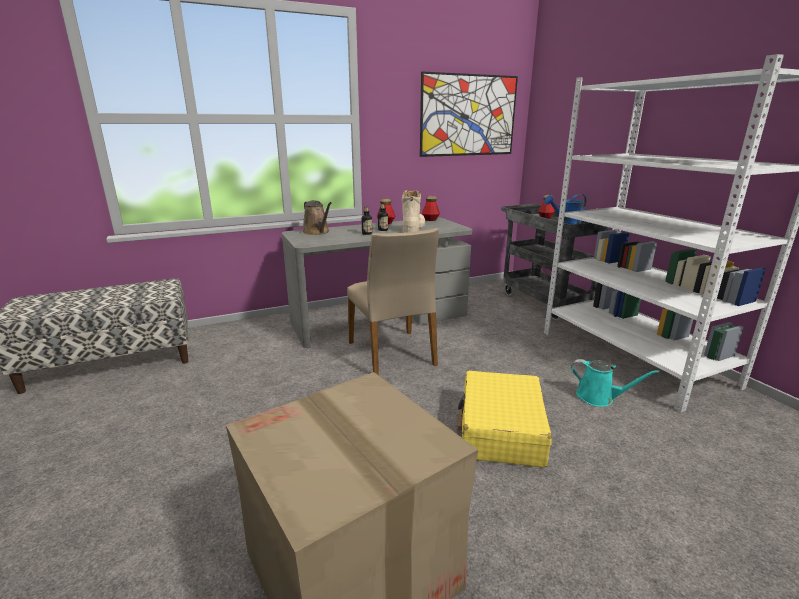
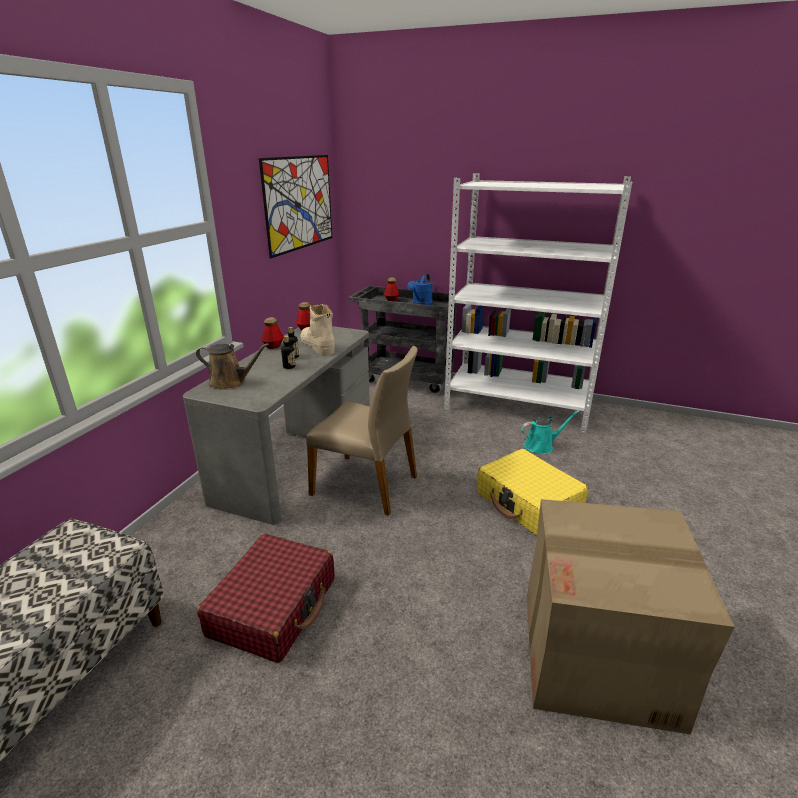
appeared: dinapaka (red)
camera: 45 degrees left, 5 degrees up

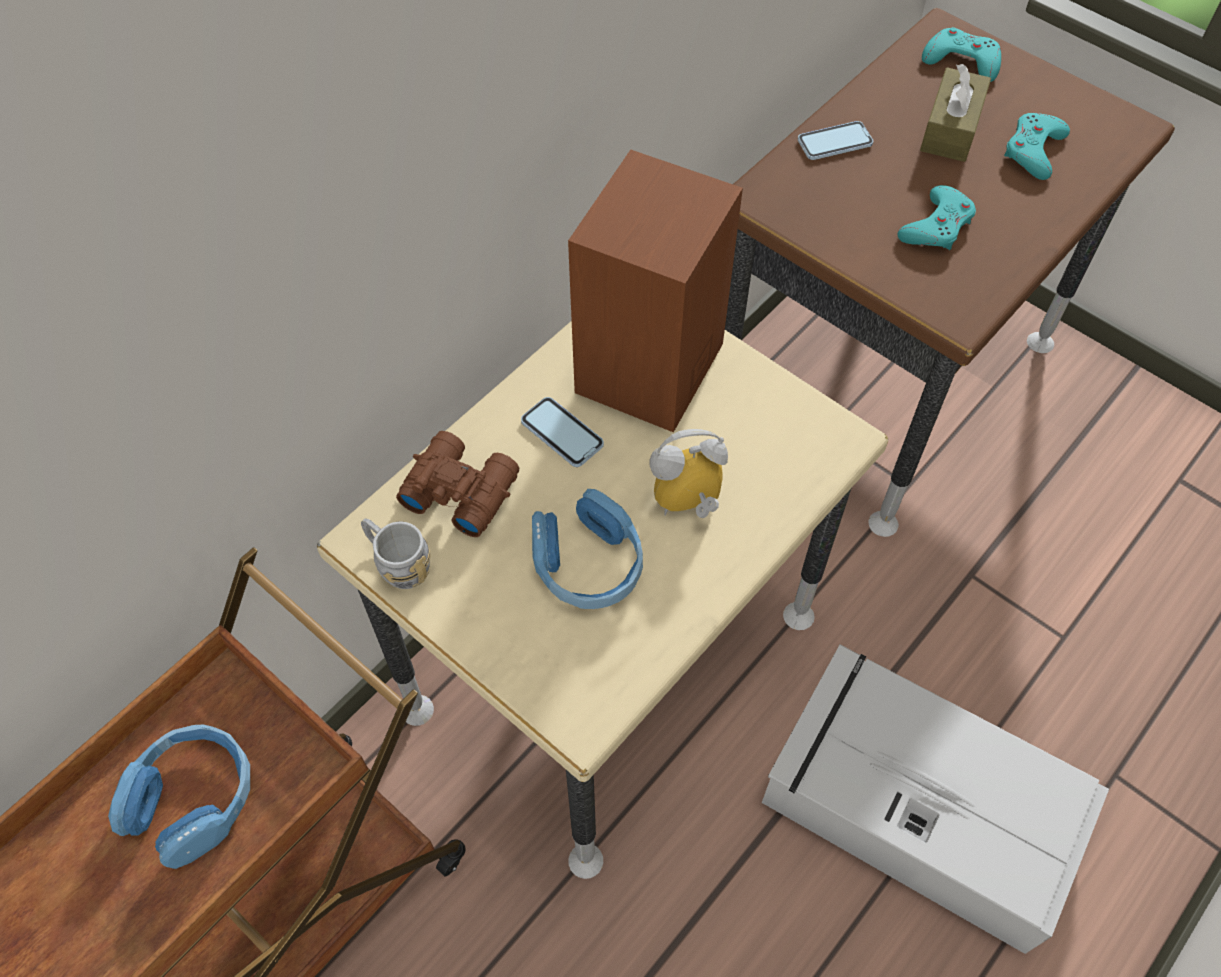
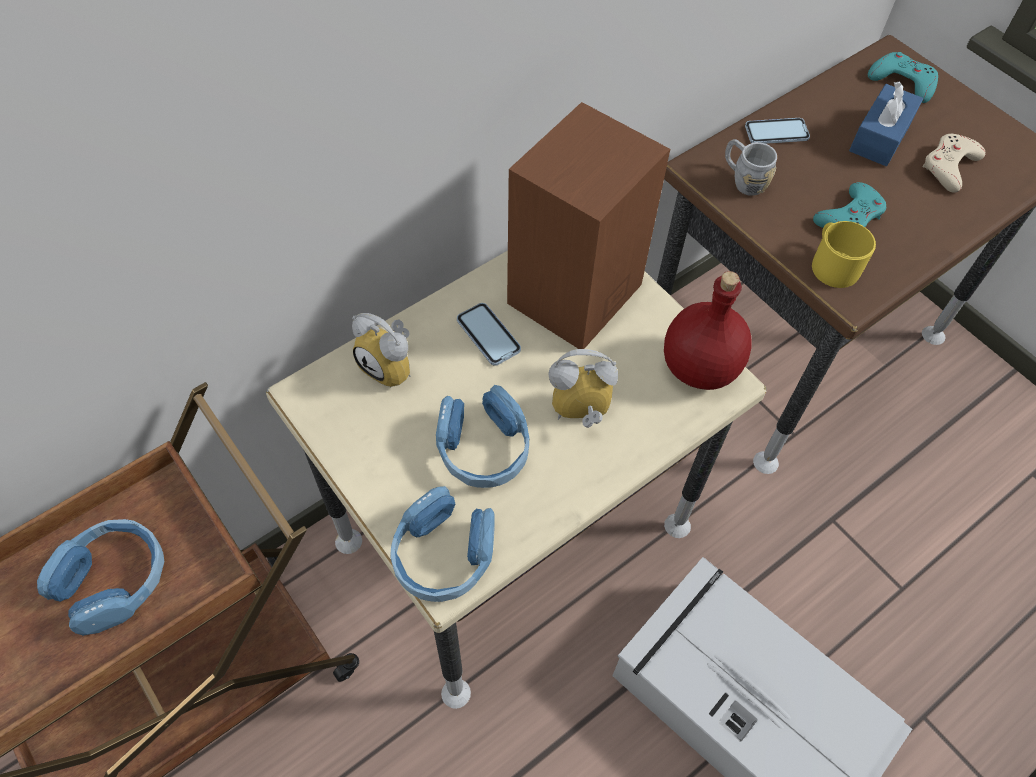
appeared: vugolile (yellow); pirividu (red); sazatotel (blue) (no. 2 from left)
relocated: vugolile (grey)
exchanged: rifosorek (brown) to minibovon (no. 1 from left)
colour: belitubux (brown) to belitubux (blue); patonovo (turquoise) (no. 3 from left) to patonovo (beige)
camera: 10 degrees right, 0 degrees up

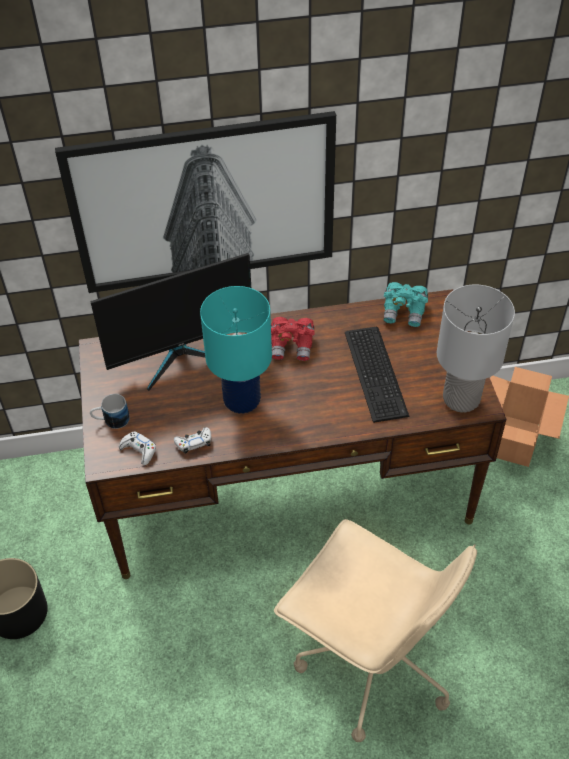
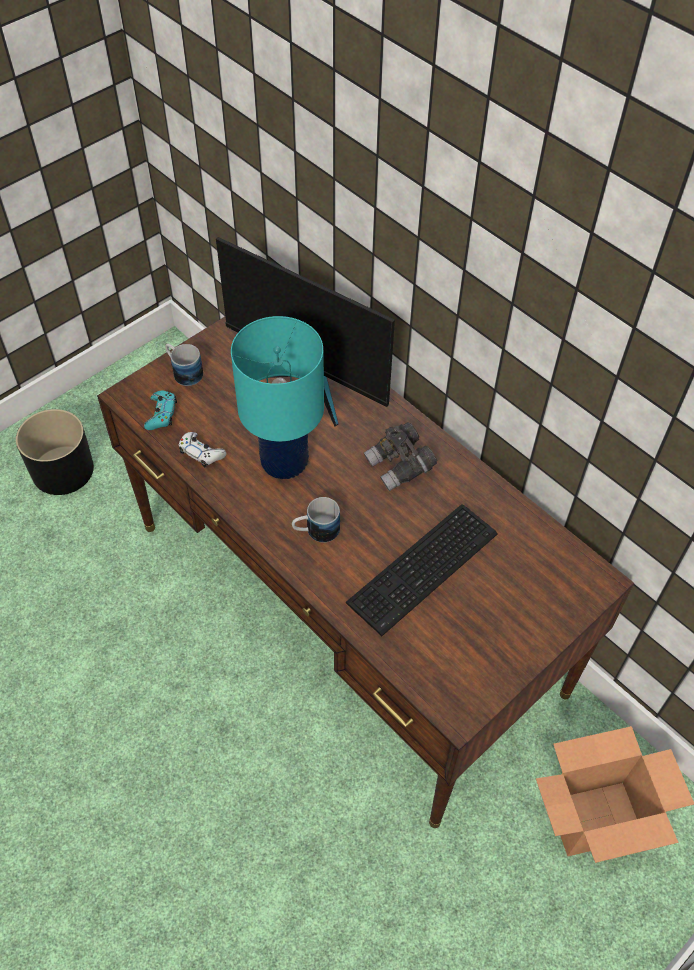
missing: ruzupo; rifosorek (turquoise); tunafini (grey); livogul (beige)
appeared: vugolile (no. 2 from left)
colour: rifosorek (red) to rifosorek (grey); patonovo (white) (no. 1 from left) to patonovo (turquoise)
camera: 55 degrees right, 5 degrees up

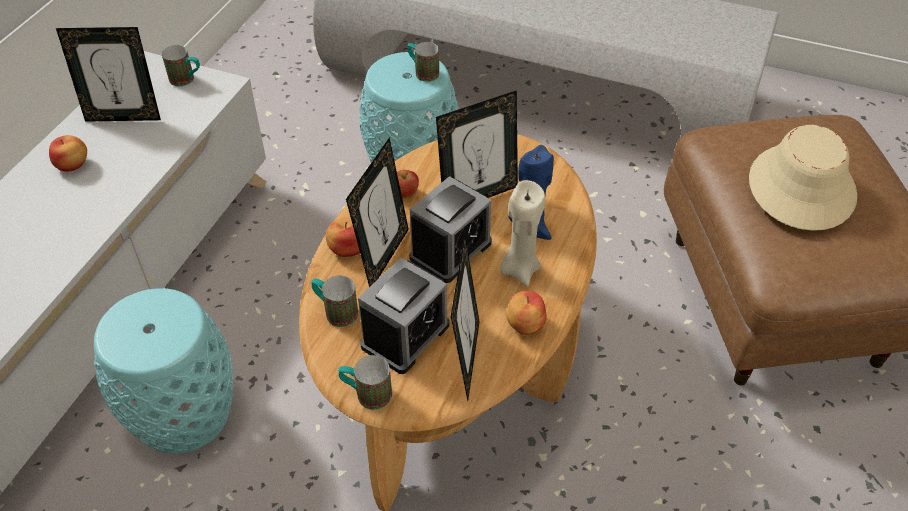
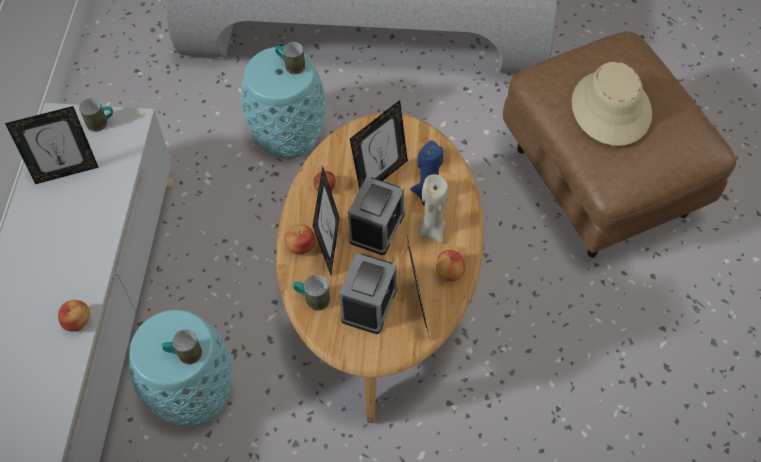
relocated: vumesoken (no. 1 from left); vugolile (no. 3 from left in the first image) to vugolile (no. 2 from left)
camera: 15 degrees left, 10 degrees up

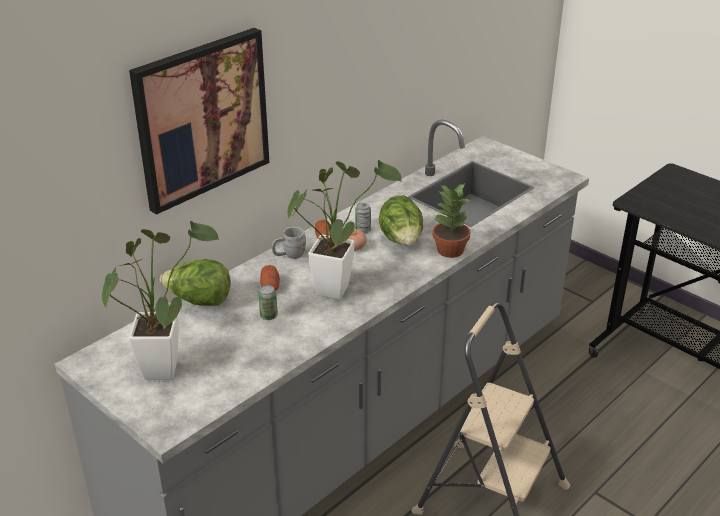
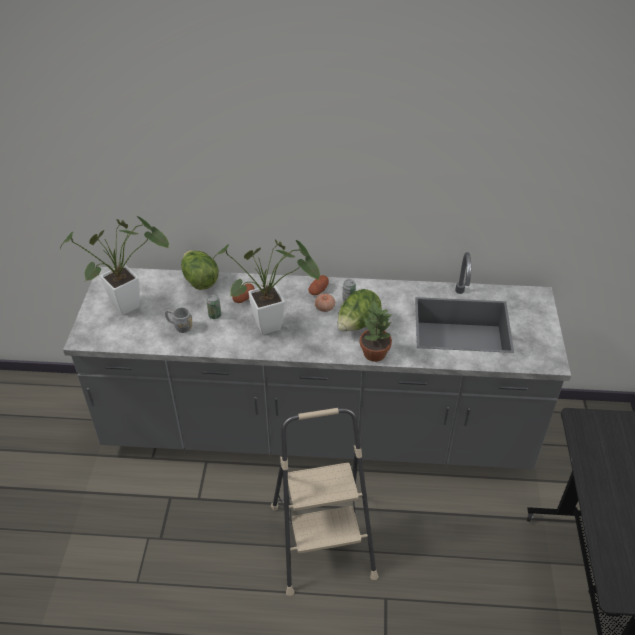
missing: ruzupo
relocated: vugolile (grey)
camera: 50 degrees right, 10 degrees up

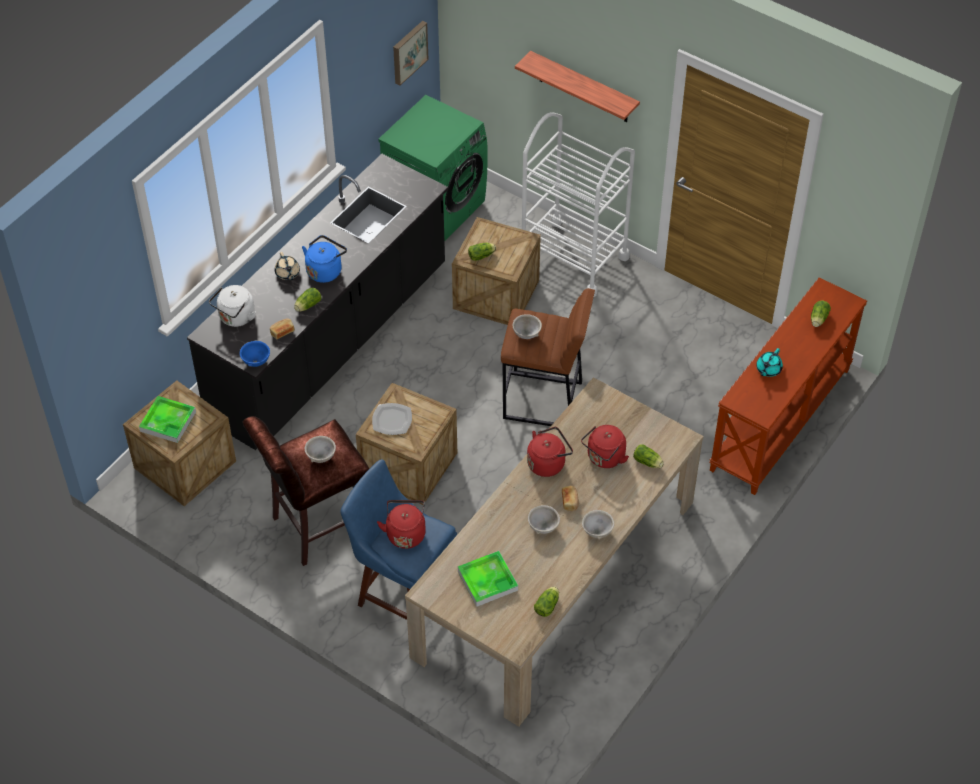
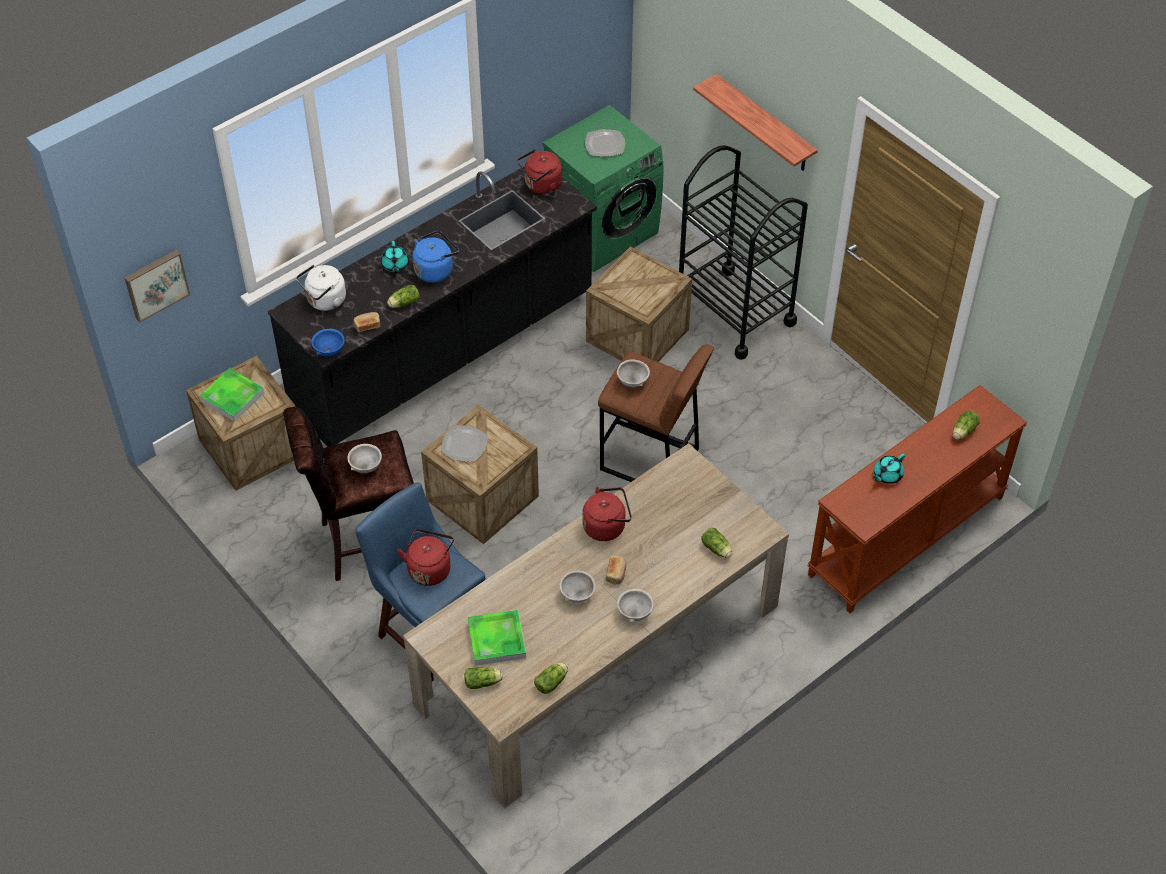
appeared: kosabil (no. 2 from left)
relocated: ruzupo; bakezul (no. 2 from left); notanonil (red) (no. 3 from left in the first image) to notanonil (red) (no. 2 from left)
colour: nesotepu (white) to nesotepu (black); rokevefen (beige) to rokevefen (turquoise) (no. 1 from left)
camera: 15 degrees right, 0 degrees up

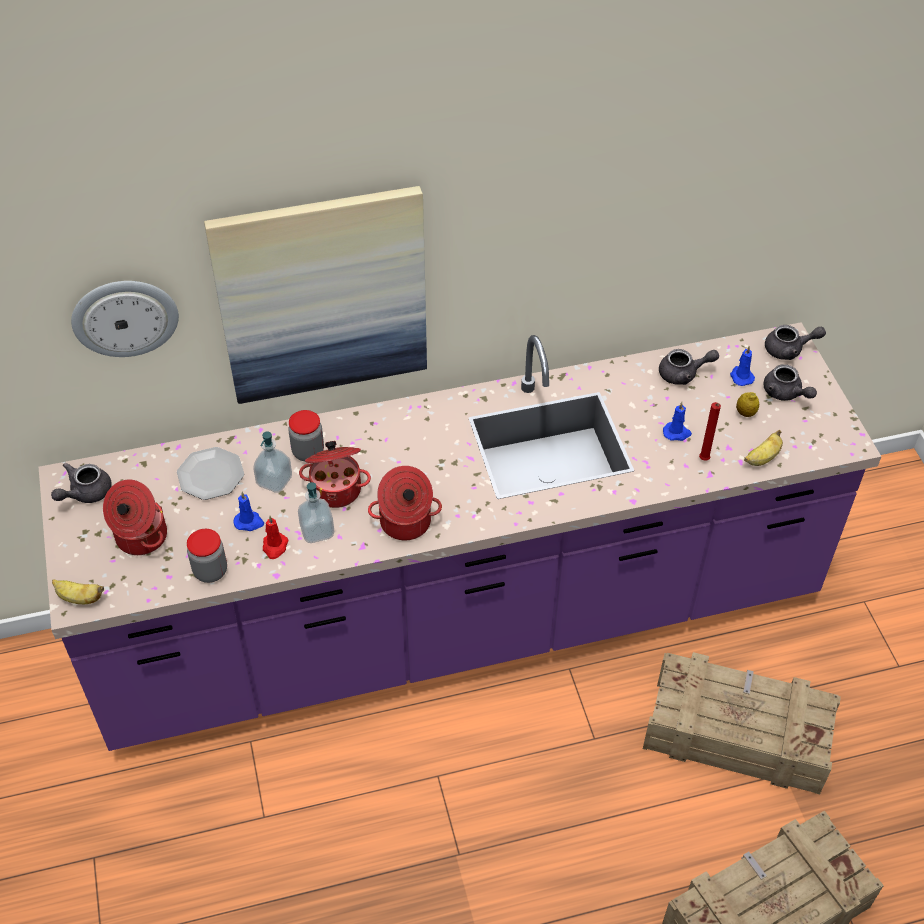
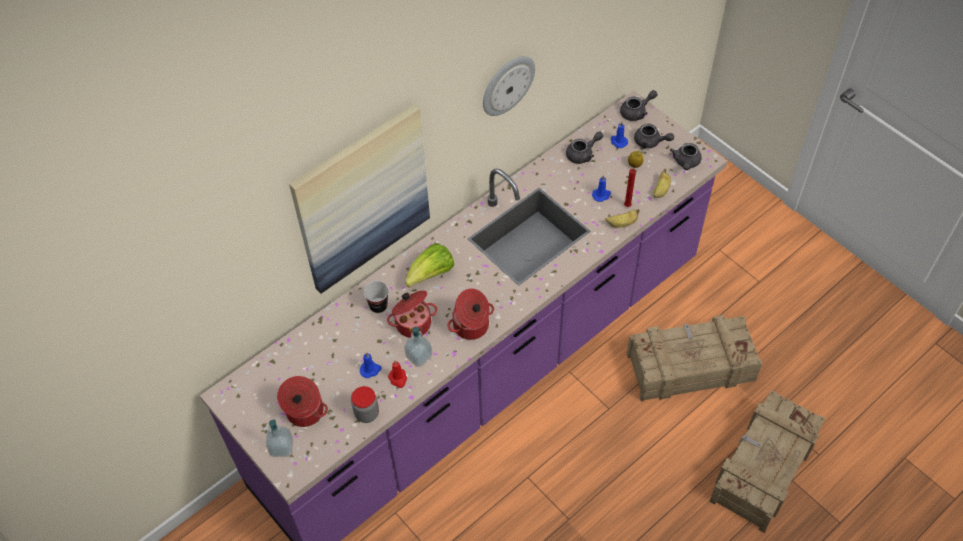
missing: kosabil
appeared: bakezul
relocated: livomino; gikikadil (no. 1 from left); rokevefen (grey) (no. 1 from left in the first image) to rokevefen (grey) (no. 4 from left); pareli (no. 1 from left)
exchanged: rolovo (no. 2 from left) to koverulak
camera: 25 degrees left, 5 degrees up

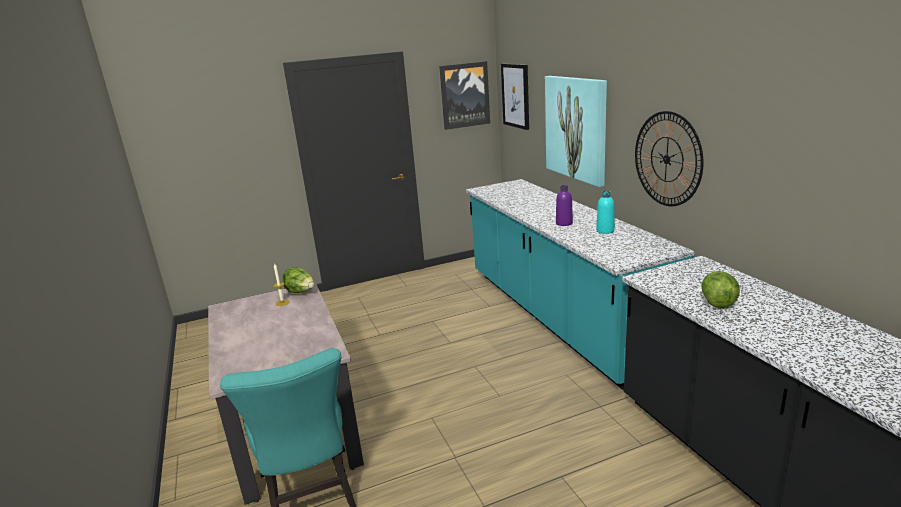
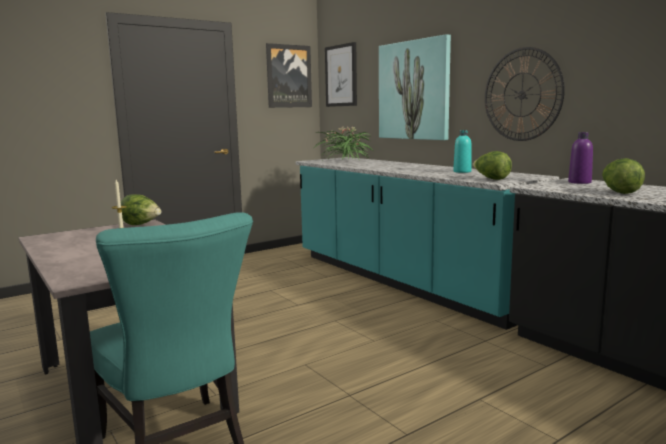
appeared: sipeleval; bakezul (no. 2 from left)
relocated: pirividu (purple)
camera: 15 degrees left, 10 degrees down

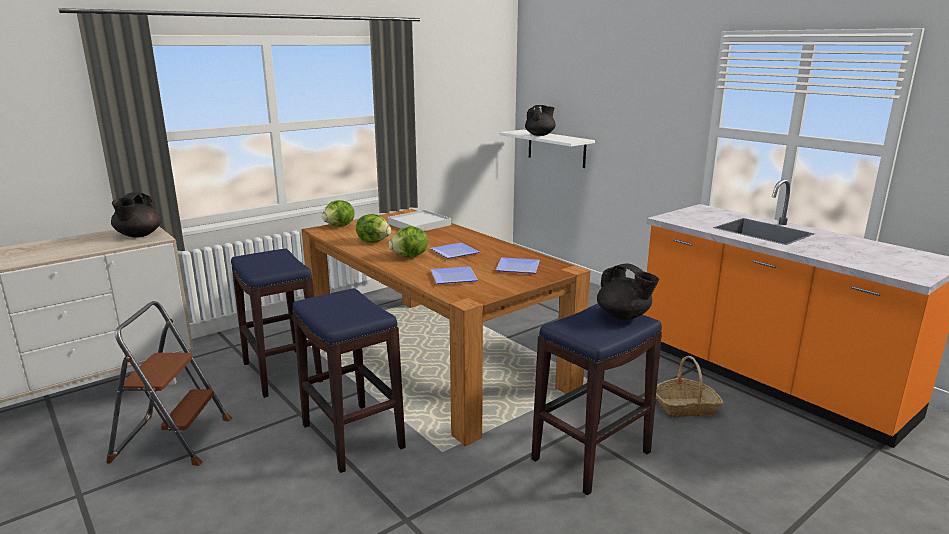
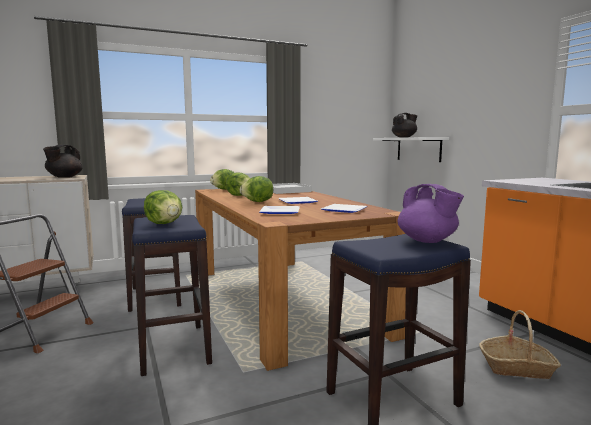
appeared: bakezul (no. 1 from left)
colour: rokevefen (black) (no. 3 from left) to rokevefen (purple)
camera: 15 degrees right, 10 degrees down

